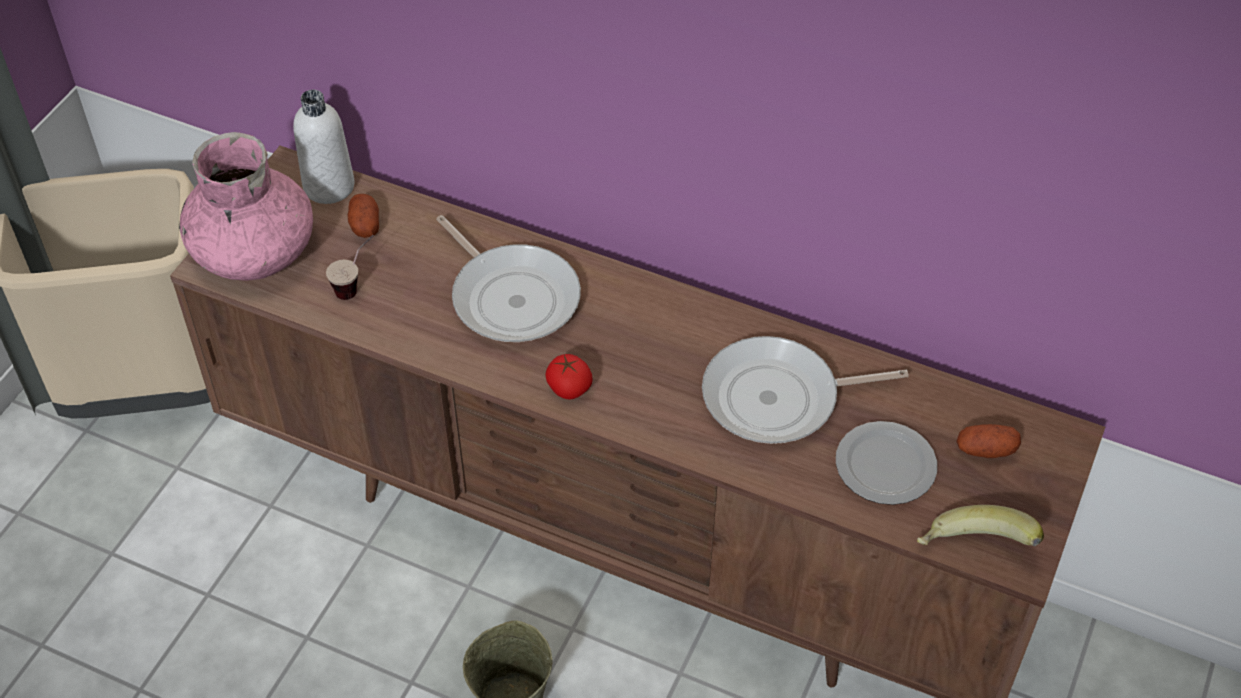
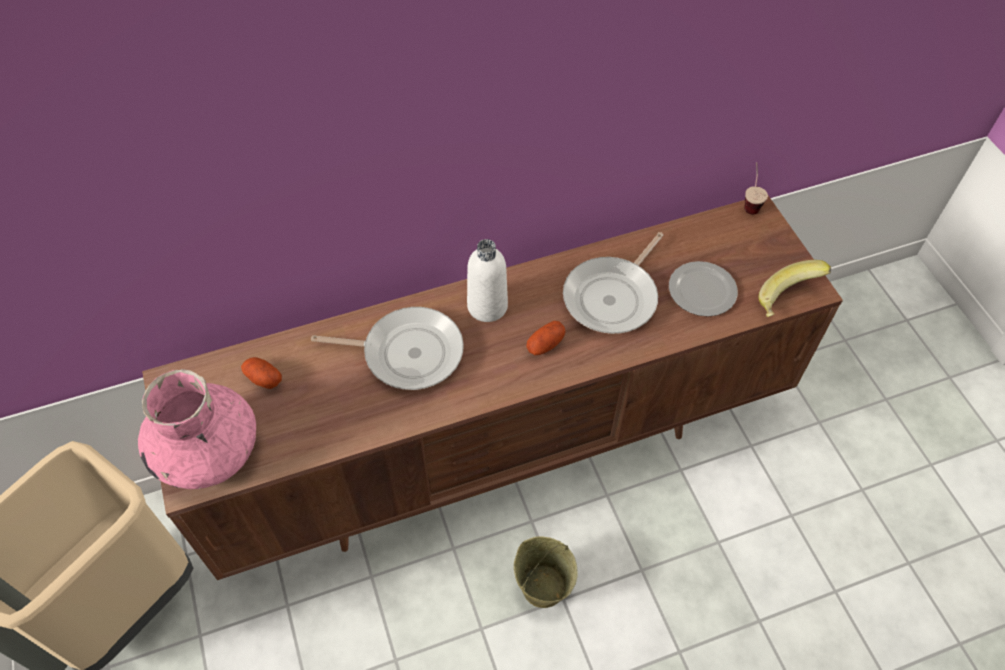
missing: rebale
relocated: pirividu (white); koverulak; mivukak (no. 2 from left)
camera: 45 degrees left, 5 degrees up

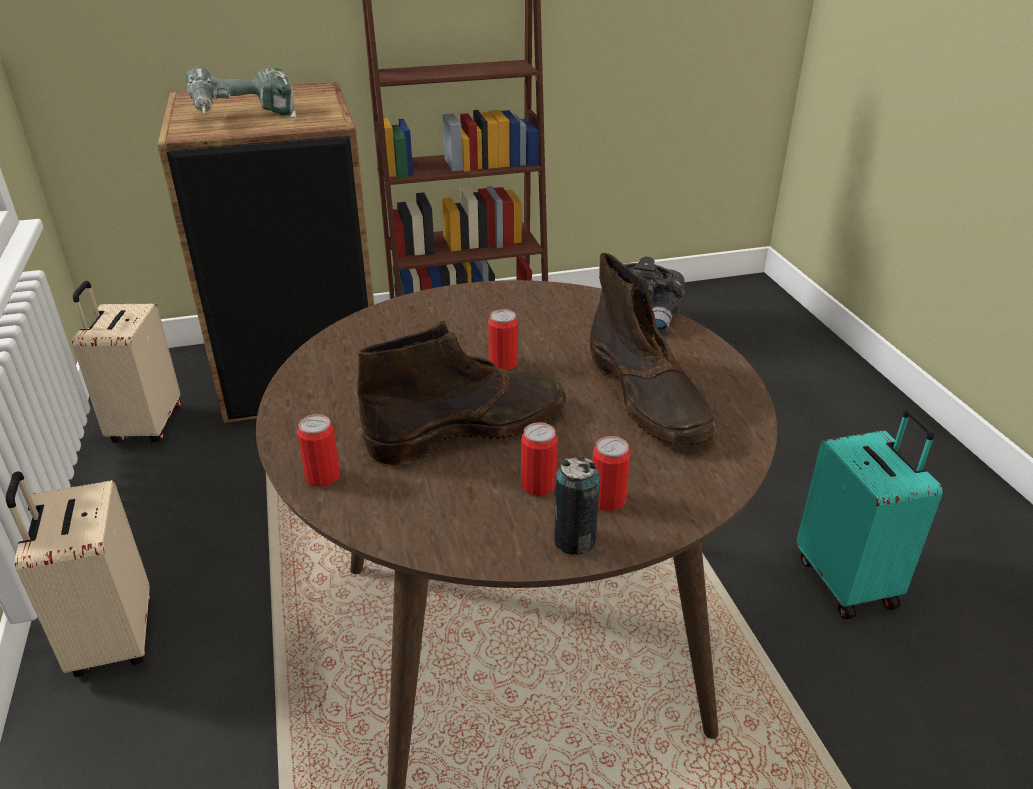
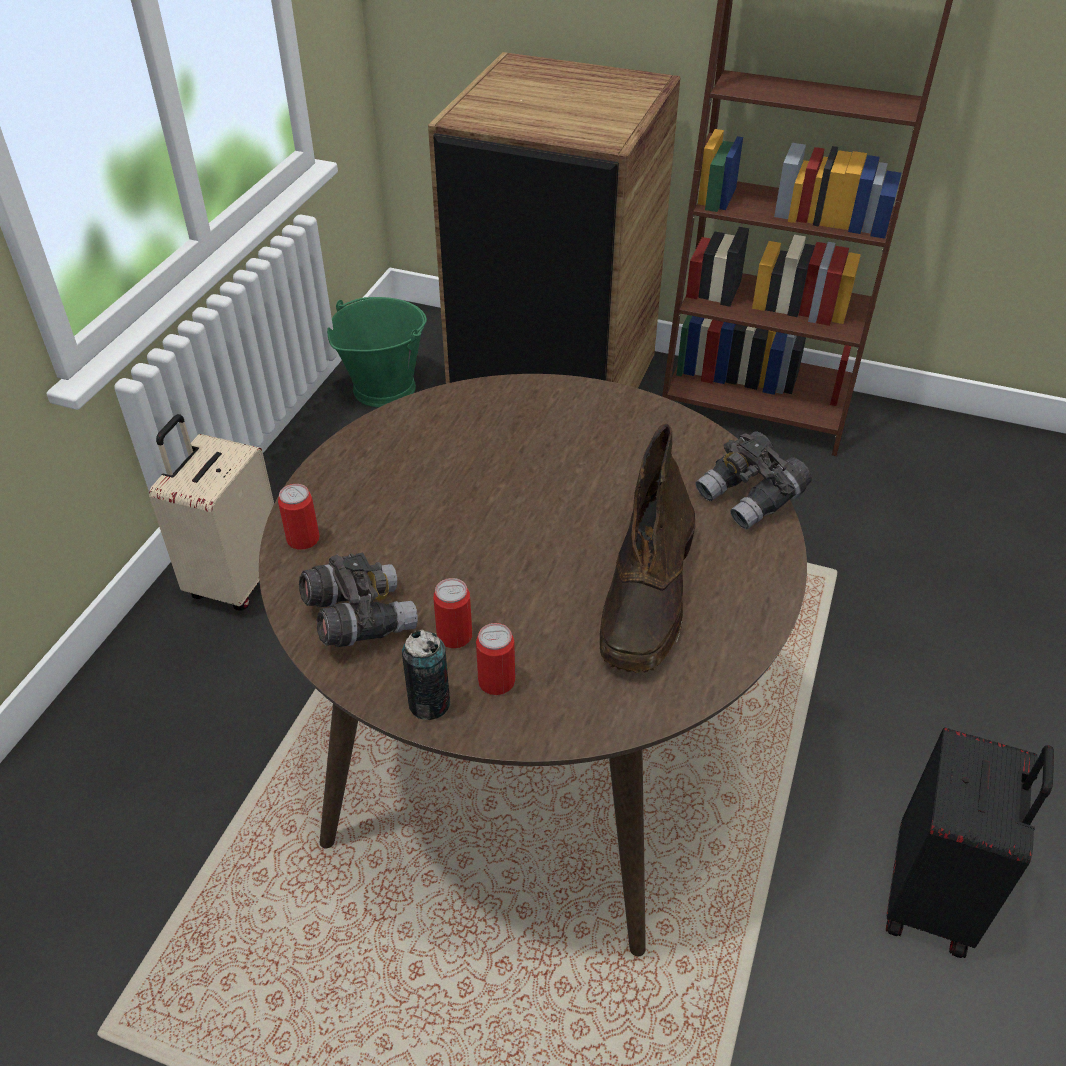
missing: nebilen; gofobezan (no. 2 from left); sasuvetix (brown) (no. 1 from left)
appeared: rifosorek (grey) (no. 1 from left)
exchanged: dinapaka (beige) (no. 2 from left) to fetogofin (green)
colour: dinapaka (turquoise) to dinapaka (black)
camera: 35 degrees right, 10 degrees up

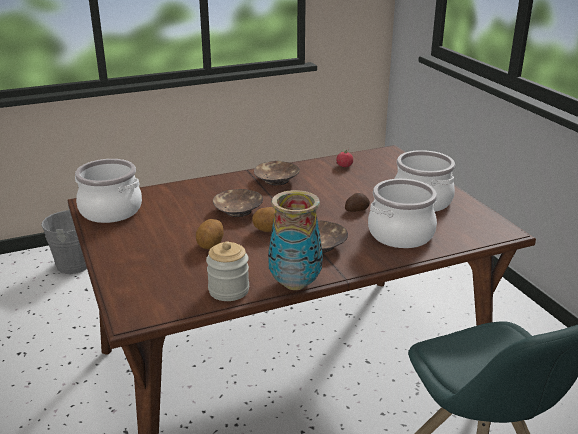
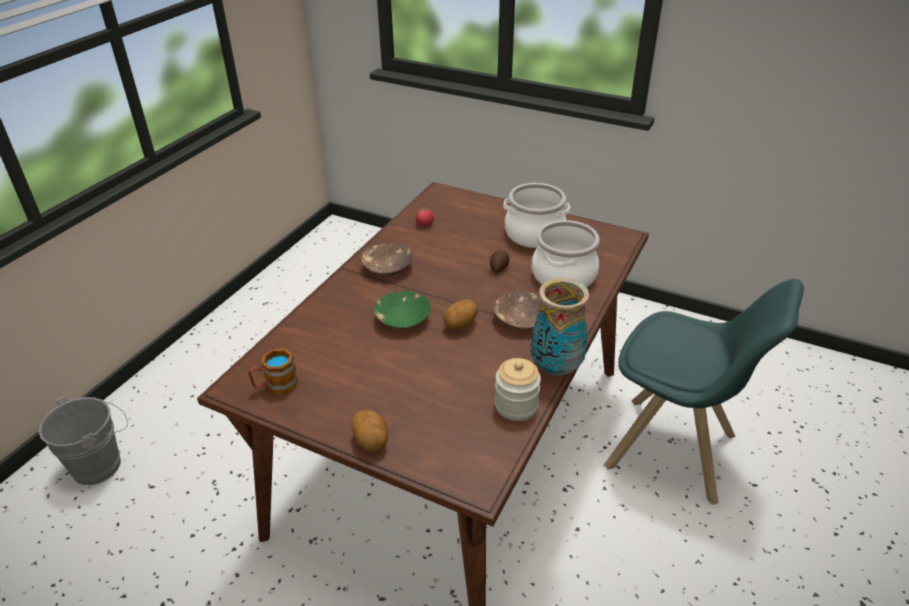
relocated: mivukak (no. 1 from left)
exchanged: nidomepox (no. 1 from left) to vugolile
colour: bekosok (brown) (no. 1 from left) to bekosok (green)
camera: 40 degrees left, 10 degrees up

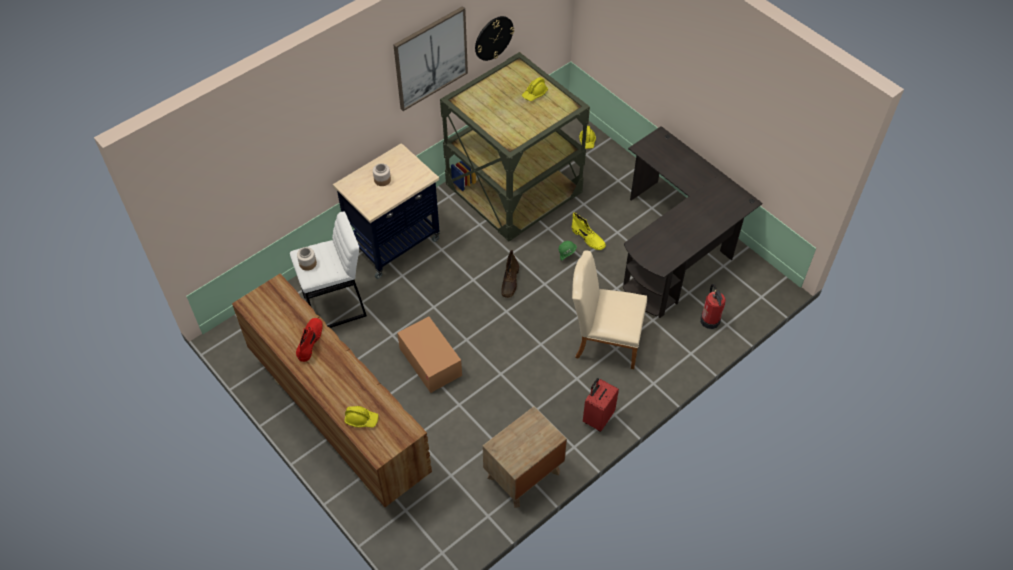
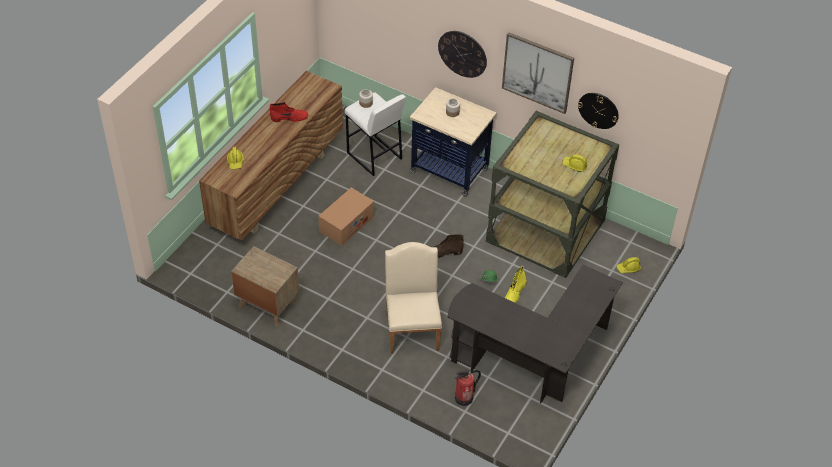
missing: dinapaka (red)
appeared: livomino (no. 1 from left)
camera: 70 degrees right, 5 degrees down

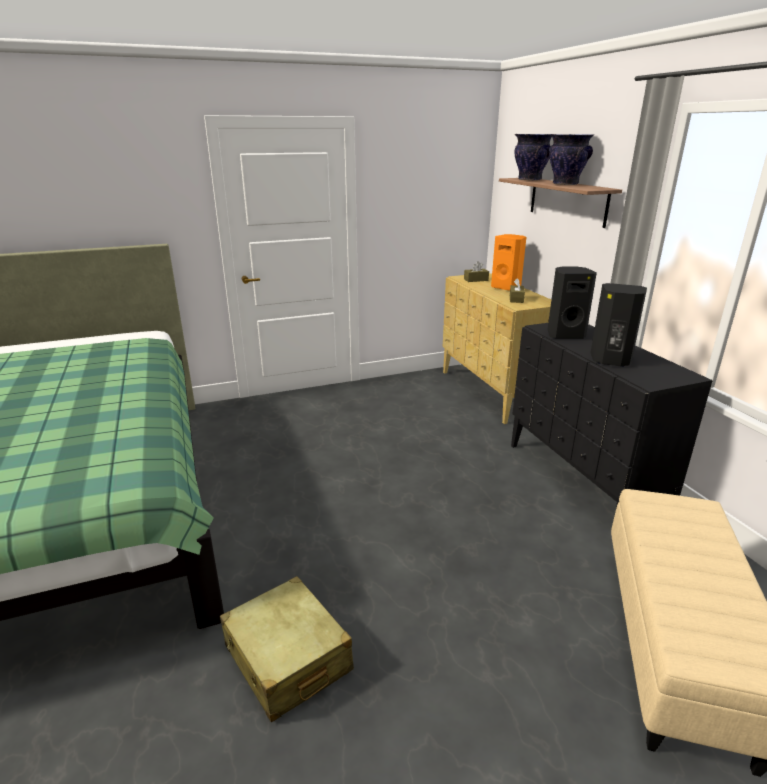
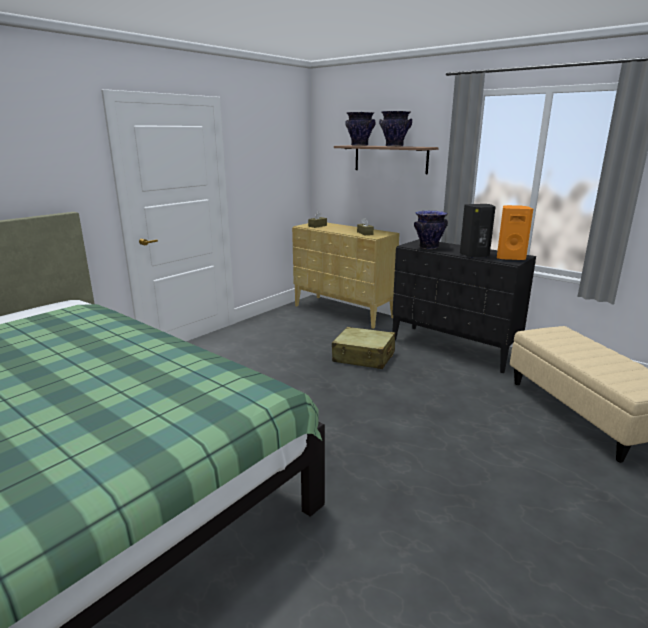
relocated: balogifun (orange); dinapaka (beige)
exchanged: balogifun (black) (no. 1 from left) to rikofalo (no. 3 from left)
camera: 30 degrees left, 5 degrees down

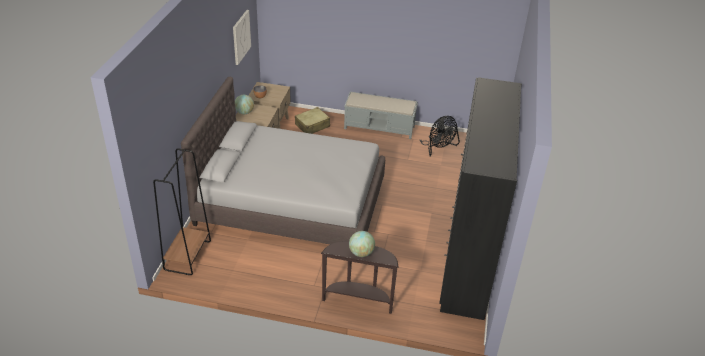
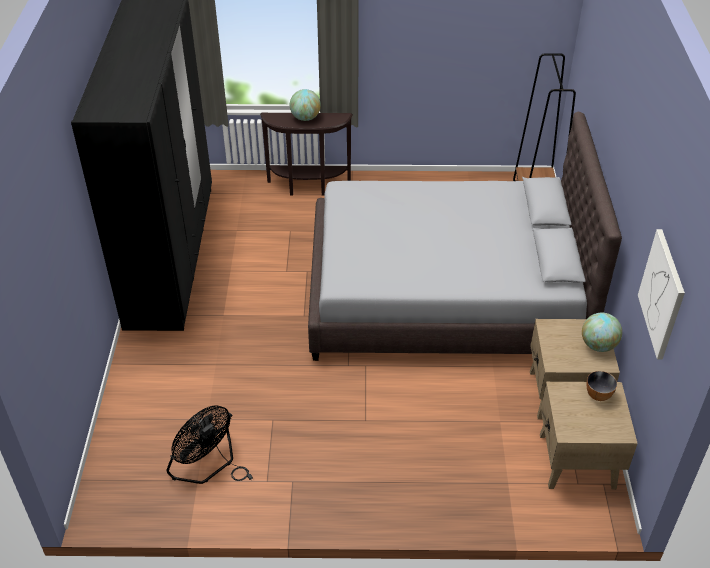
missing: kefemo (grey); dinapaka (beige)
camera: 170 degrees right, 5 degrees up

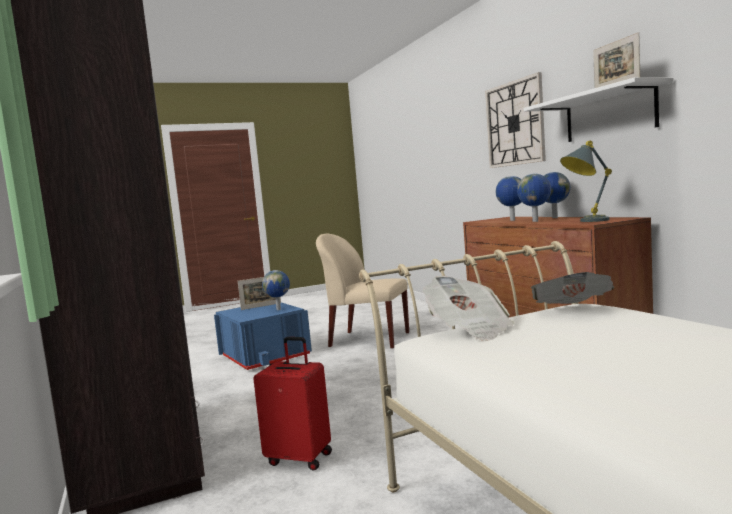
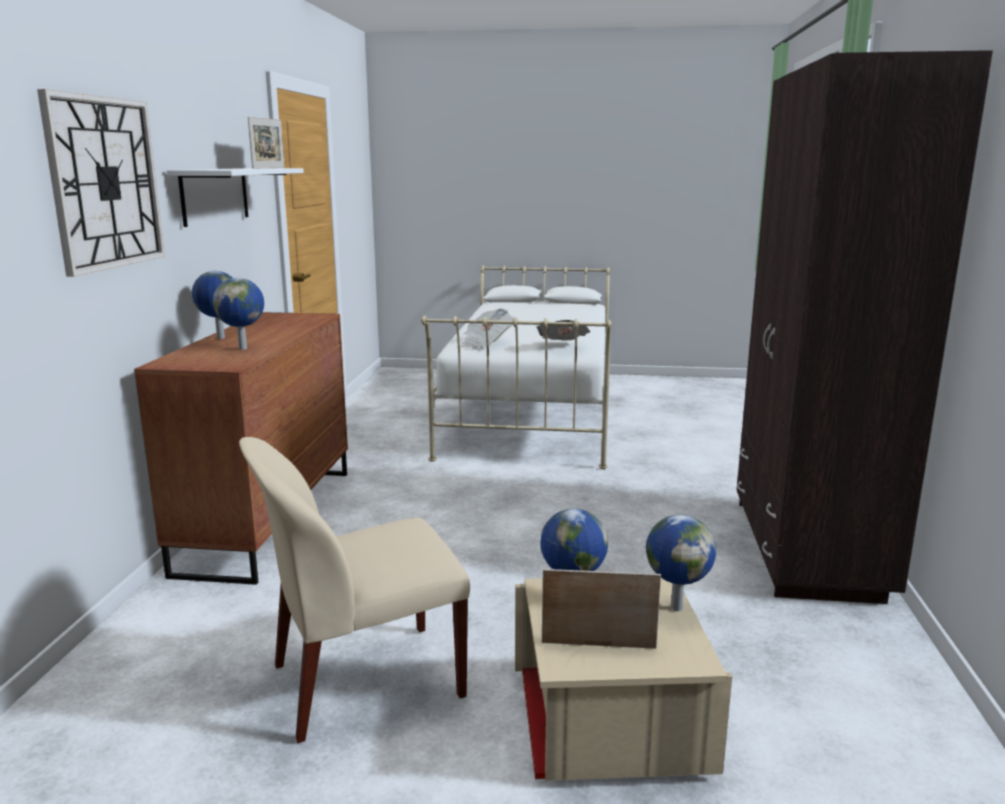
missing: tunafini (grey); dinapaka (red)
relocated: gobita (no. 3 from left in the first image) to gobita (no. 4 from left)
colour: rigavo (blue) to rigavo (beige)
spun: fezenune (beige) 105 degrees clockwise
camera: 150 degrees left, 10 degrees up

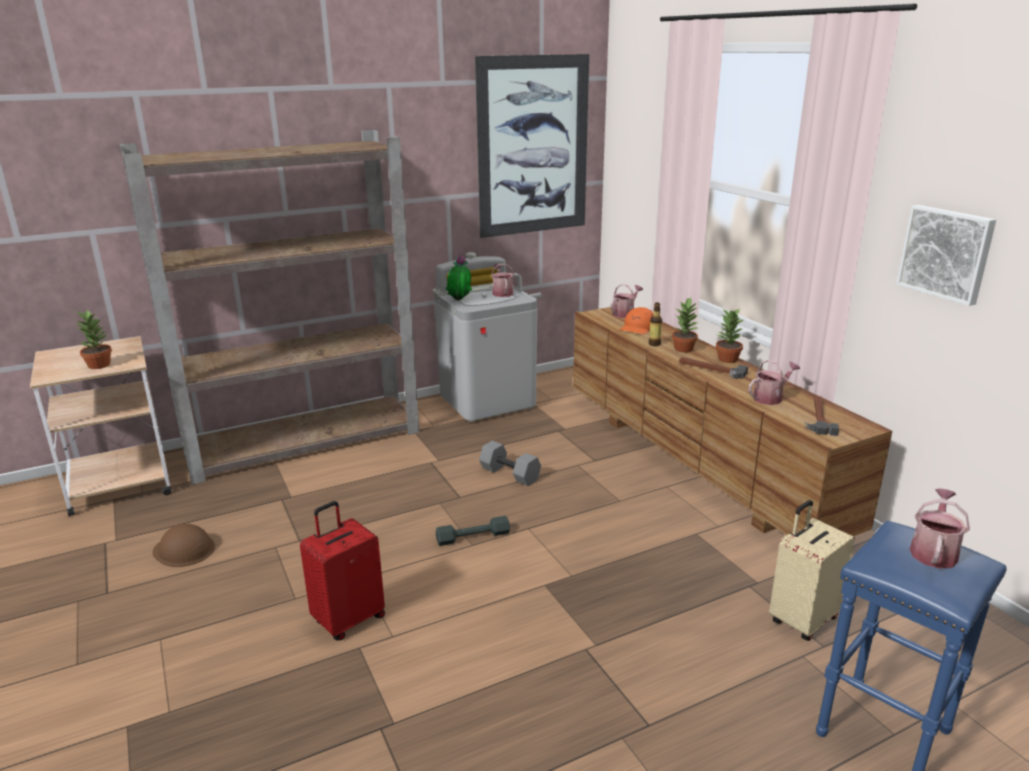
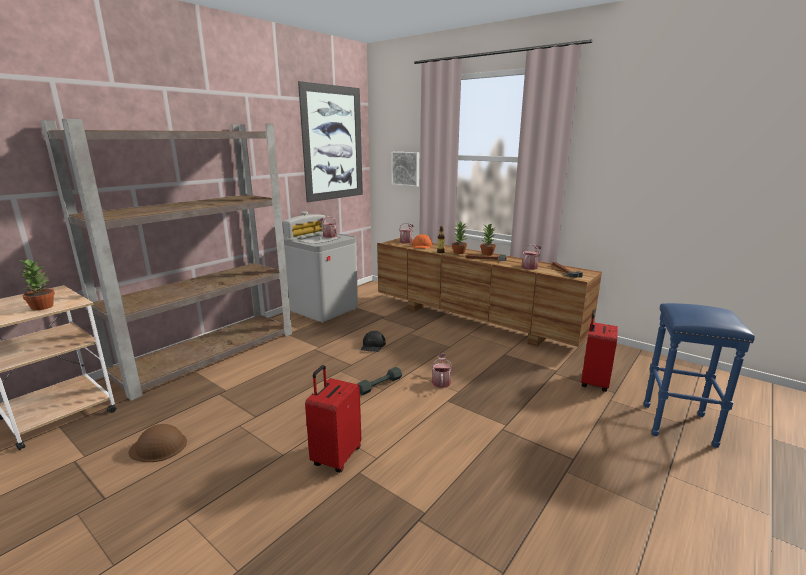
missing: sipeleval (no. 2 from left)
relocated: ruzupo (no. 2 from left); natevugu (no. 4 from left in the first image) to natevugu (no. 3 from left)
exchanged: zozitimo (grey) (no. 2 from left) to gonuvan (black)
colour: dinapaka (beige) to dinapaka (red) (no. 2 from left)
camera: 25 degrees left, 5 degrees down

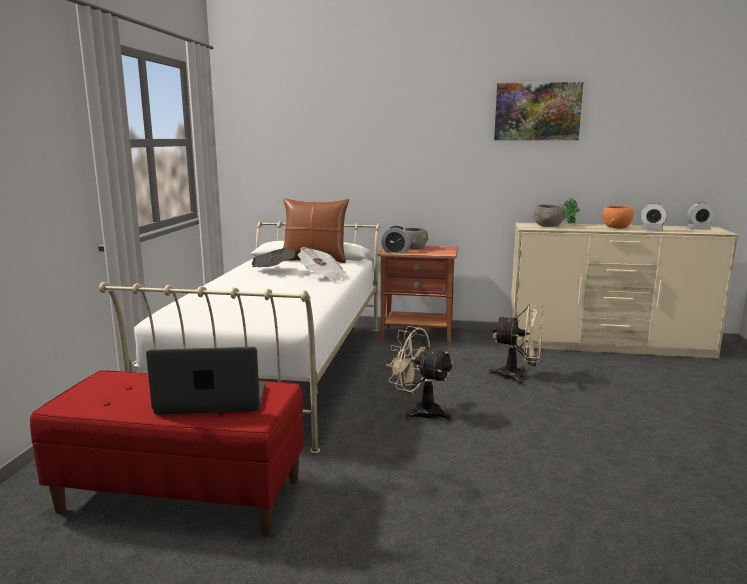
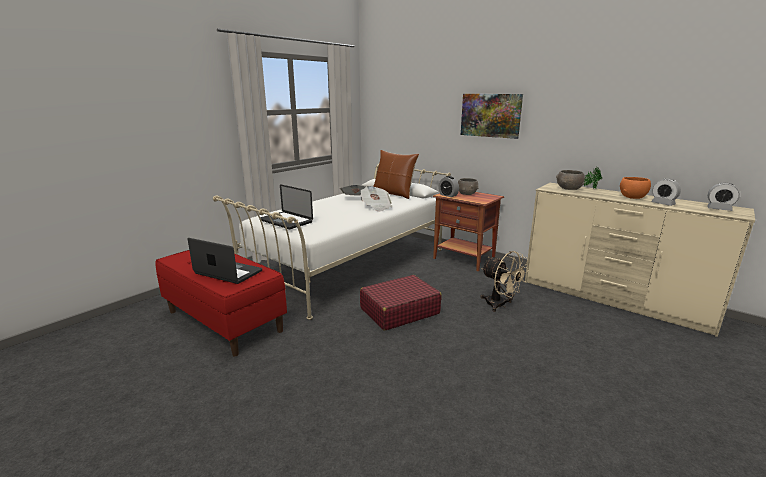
appeared: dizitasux (no. 2 from left)
relocated: ruzupo
exchanged: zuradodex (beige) (no. 1 from left) to dinapaka (red)
camera: 30 degrees right, 5 degrees up

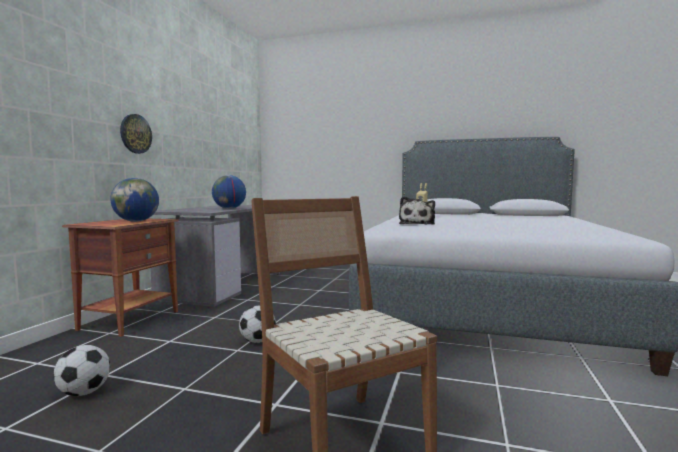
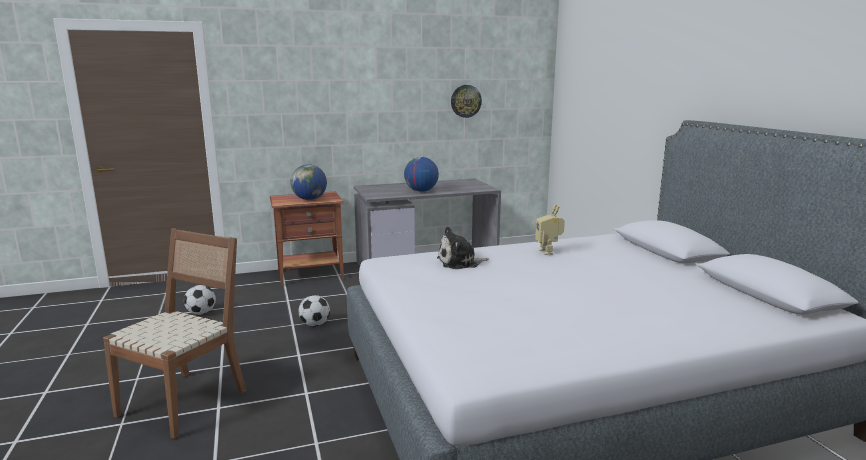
relocated: livomino
camera: 55 degrees right, 10 degrees up

